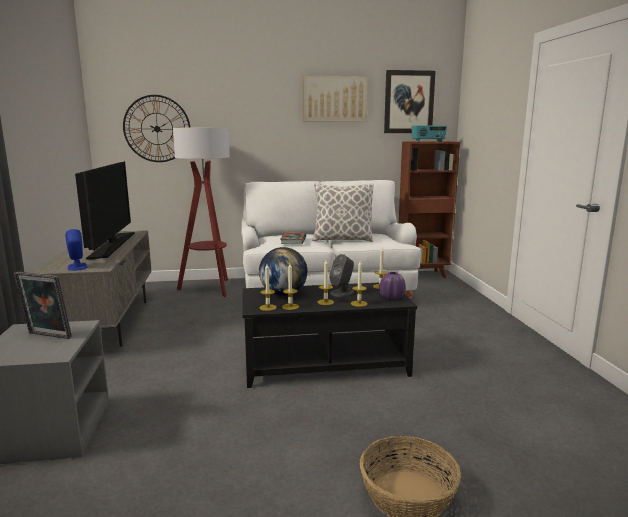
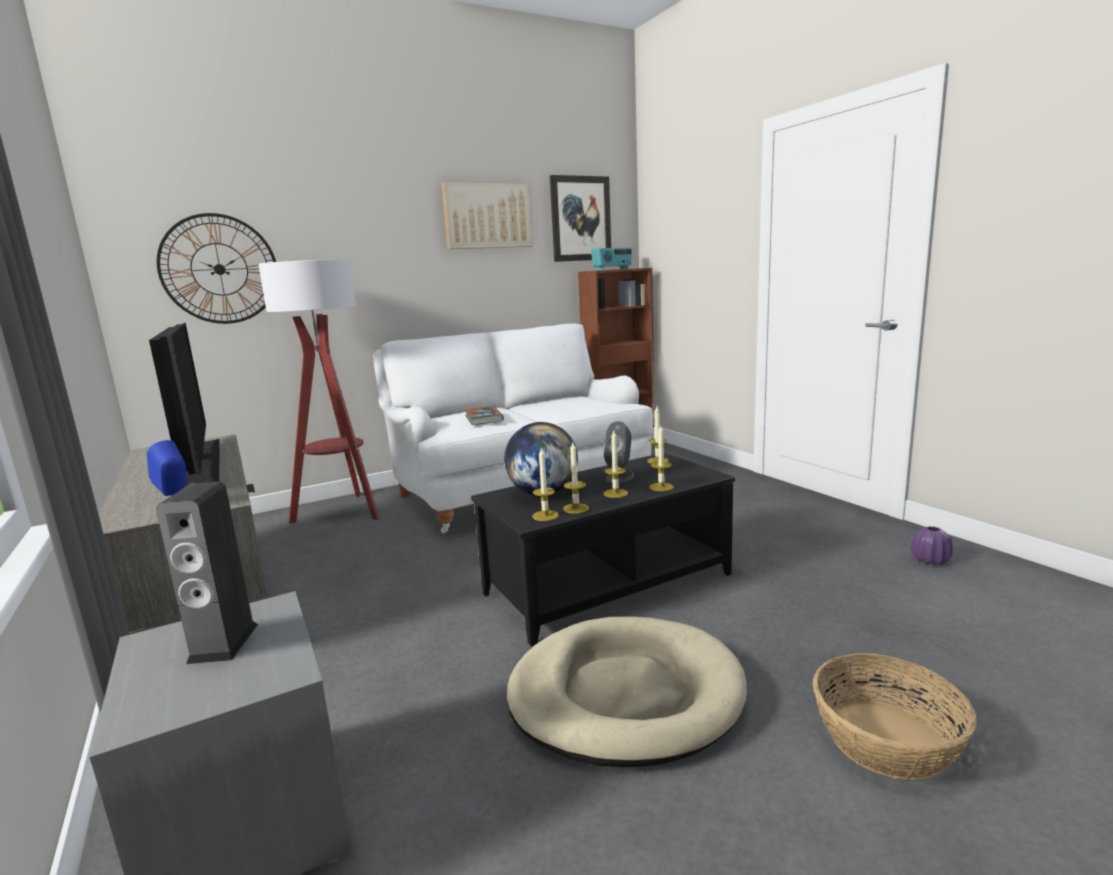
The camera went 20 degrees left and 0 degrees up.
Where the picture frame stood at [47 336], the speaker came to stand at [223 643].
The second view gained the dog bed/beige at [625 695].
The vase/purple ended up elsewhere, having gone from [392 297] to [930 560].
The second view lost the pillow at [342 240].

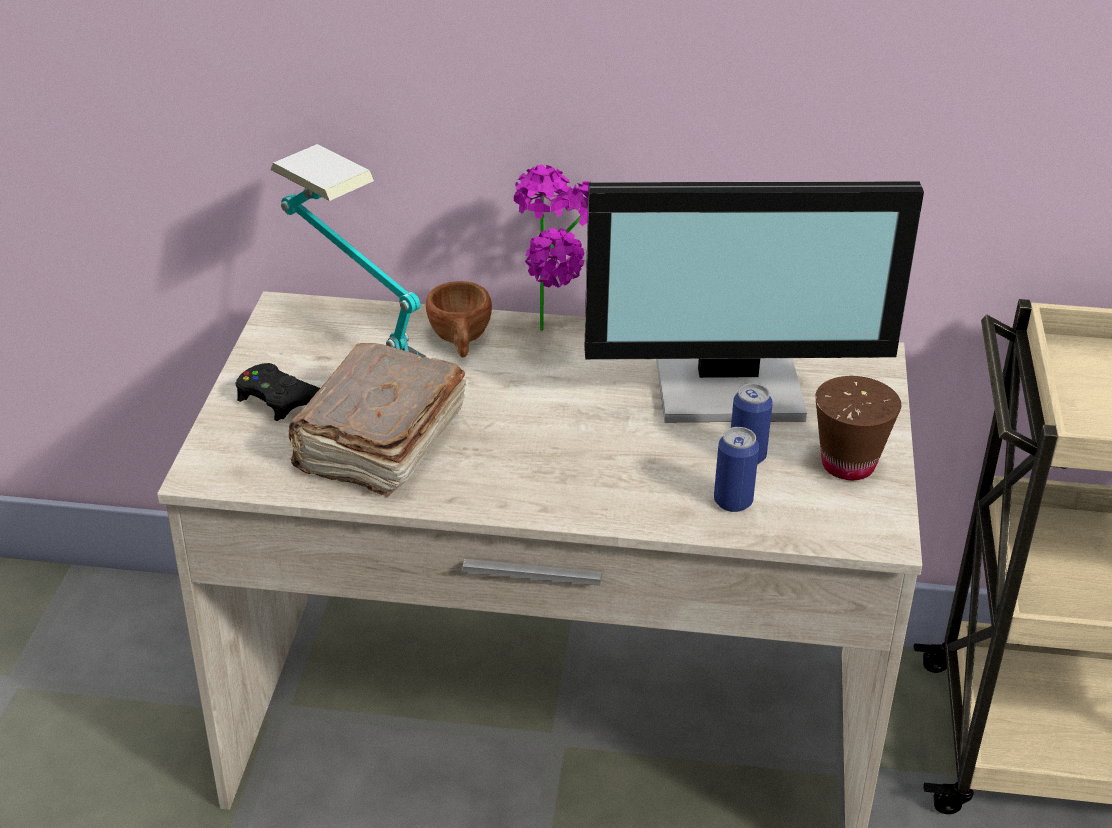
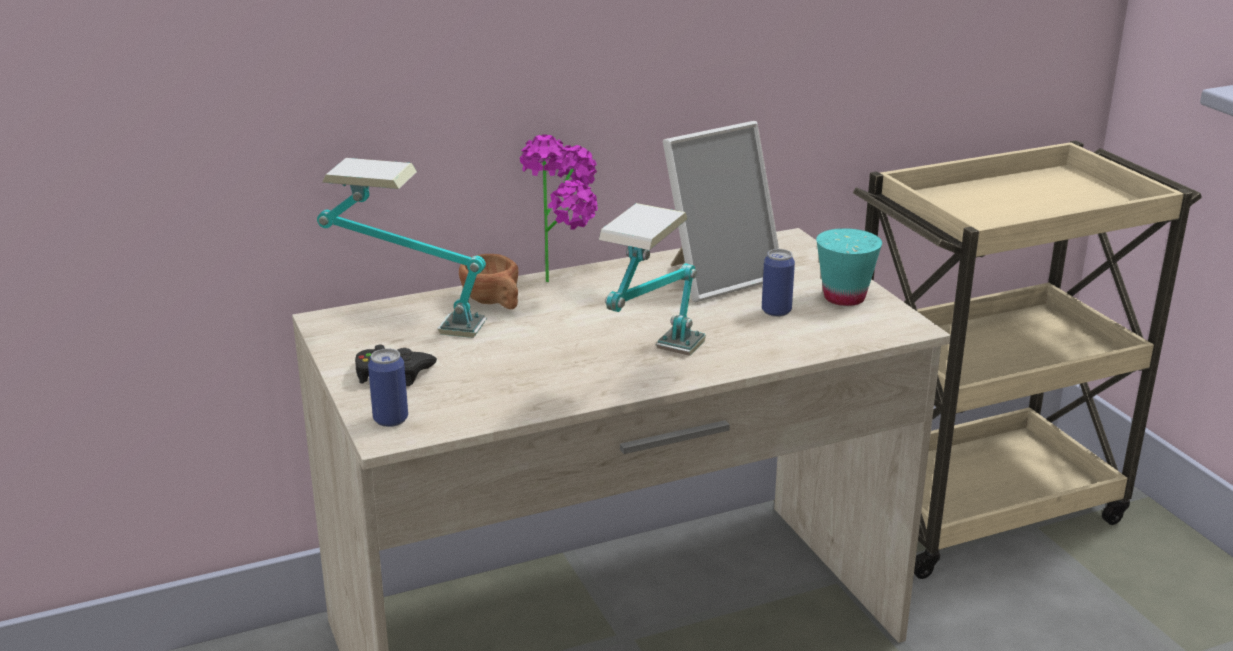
The camera went 30 degrees left and 10 degrees down.
The can ended up elsewhere, having gone from [733 501] to [390 419].
The second view gained the table lamp at [654 370].
Where the monitor stood at [731 385], the picture frame came to stand at [718 277].
What was the cup/brown at [848 465] turned into the cup/turquoise at [844 297].
The second view lost the book/brown at [378 444].

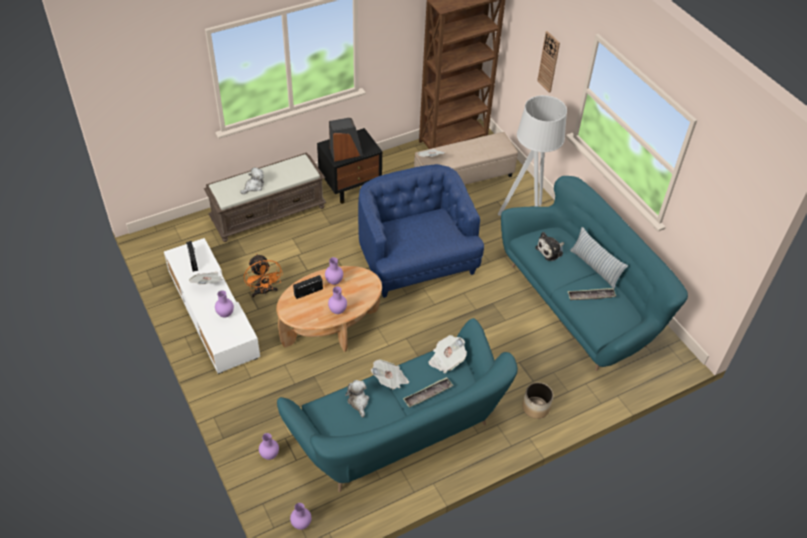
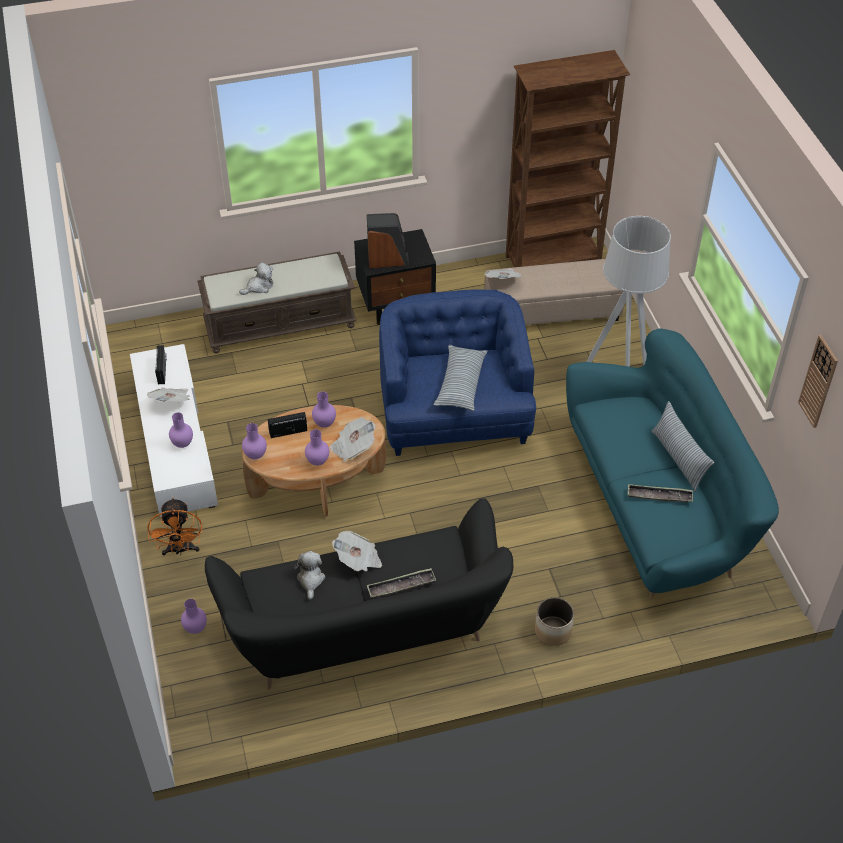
The camera went 15 degrees right and 0 degrees up.
The fan/orange ended up elsewhere, having gone from [264 292] to [180 550].
What was the sofa/turquoise at [400 433] turned into the sofa/black at [365 631].
The vase/purple ended up elsewhere, having gone from [302 524] to [256 455].
The newspaper ended up elsewhere, having gone from [446 360] to [353 447].
The second view gained the pillow at [460 384].
The wall clock ended up elsewhere, having gone from [549 62] to [818 381].
The second view lost the plush toy at [550 251].

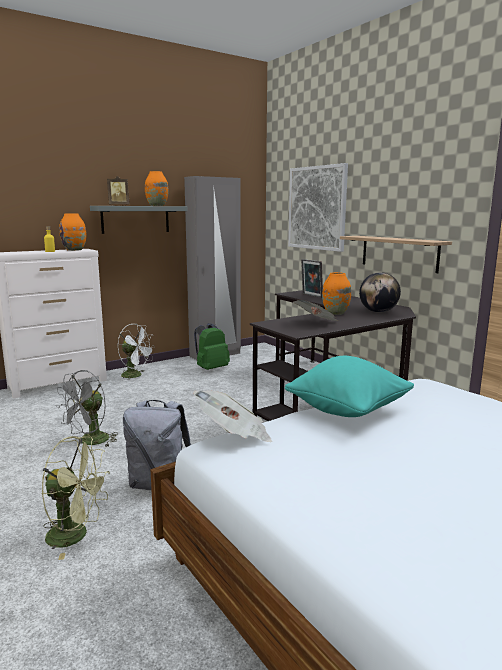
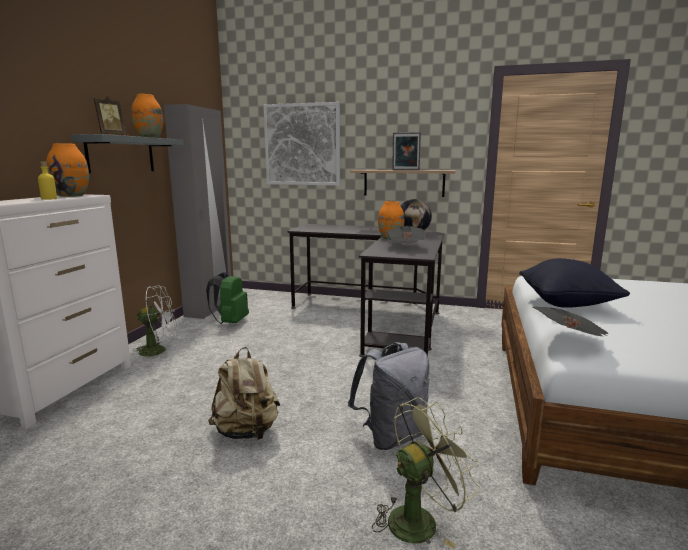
The camera went 40 degrees left and 0 degrees up.
Where the fan/grey stood at [90 442], the backpack/beige came to stand at [247 432].
The picture frame ended up elsewhere, having gone from [311 296] to [405 170].
What was the pillow/turquoise at [348 411] turned into the pillow/black at [566 304].

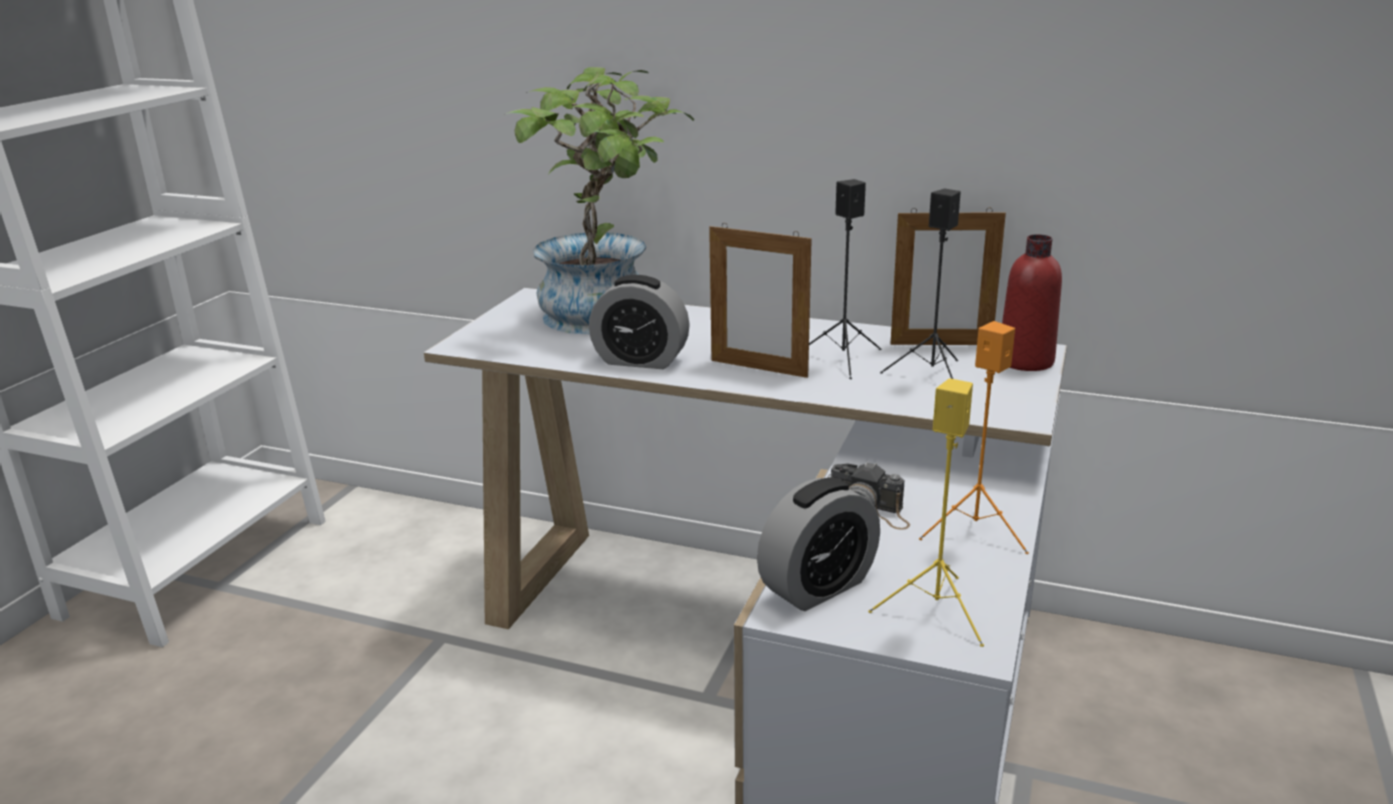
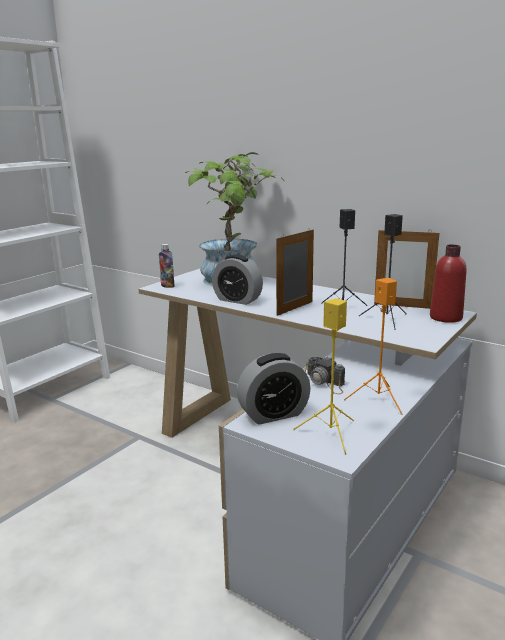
The camera went 15 degrees right and 5 degrees down.
The second view gained the bottle at [167 286].
The picture frame at [759 368] ended up facing another way, 90 degrees clockwise from before.

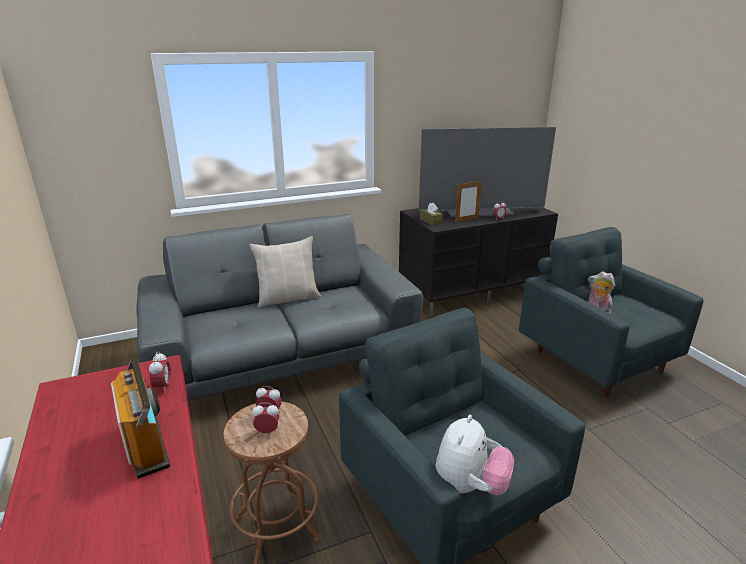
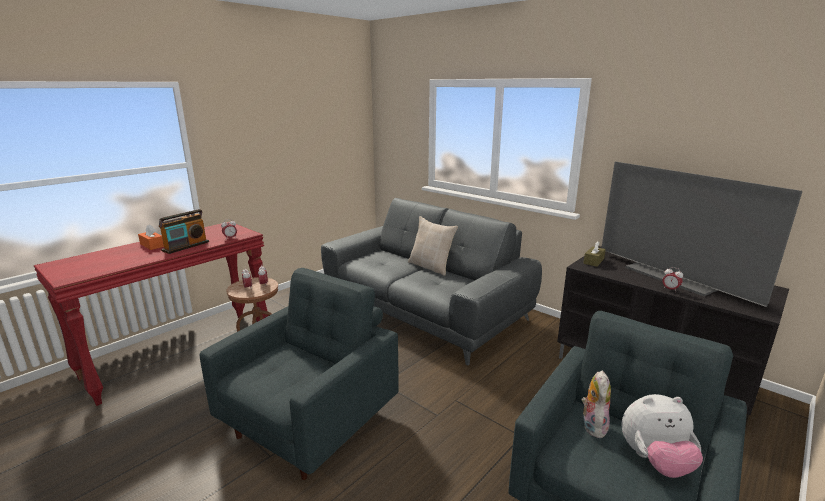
The camera went 65 degrees right and 5 degrees down.
The second view gained the tissue box/orange at [152 245].
The plush toy ended up elsewhere, having gone from [470 486] to [655 461].
The second view lost the picture frame at [466 220].

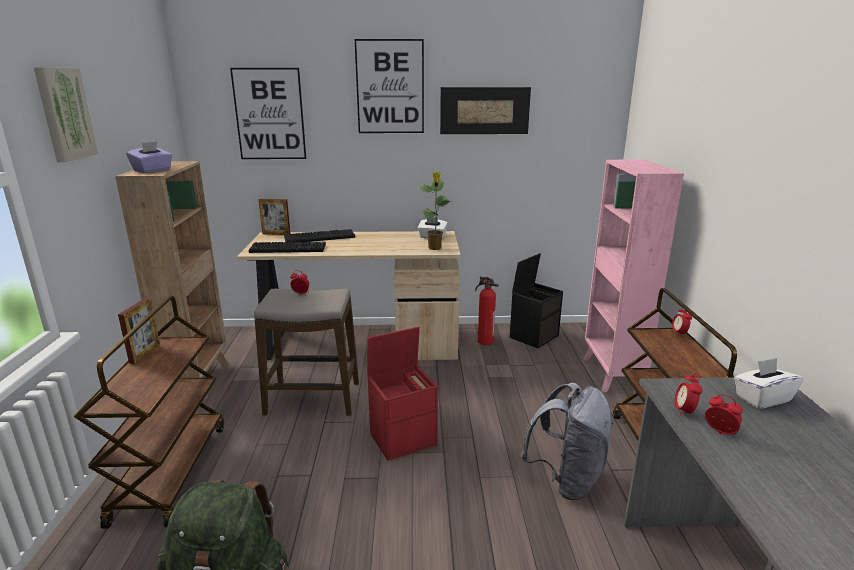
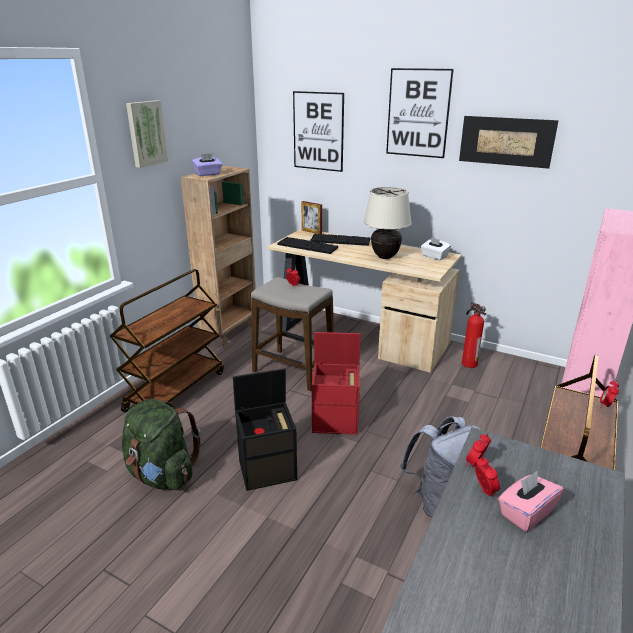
The camera went 30 degrees right and 5 degrees up.
The storage box/black ended up elsewhere, having gone from [534 336] to [268 469].
The second view gained the table lamp/beige at [385 257].
The second view gained the tissue box/pink at [526 512].
The second view lost the picture frame at [145 353].
The second view lost the potted plant at [435 248].
The second view lost the tissue box/white at [762 398].

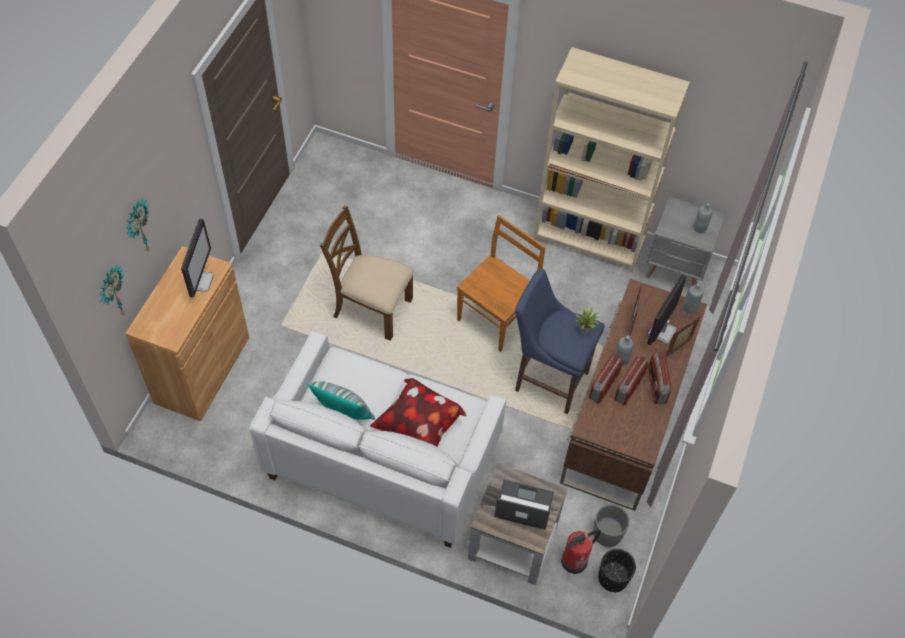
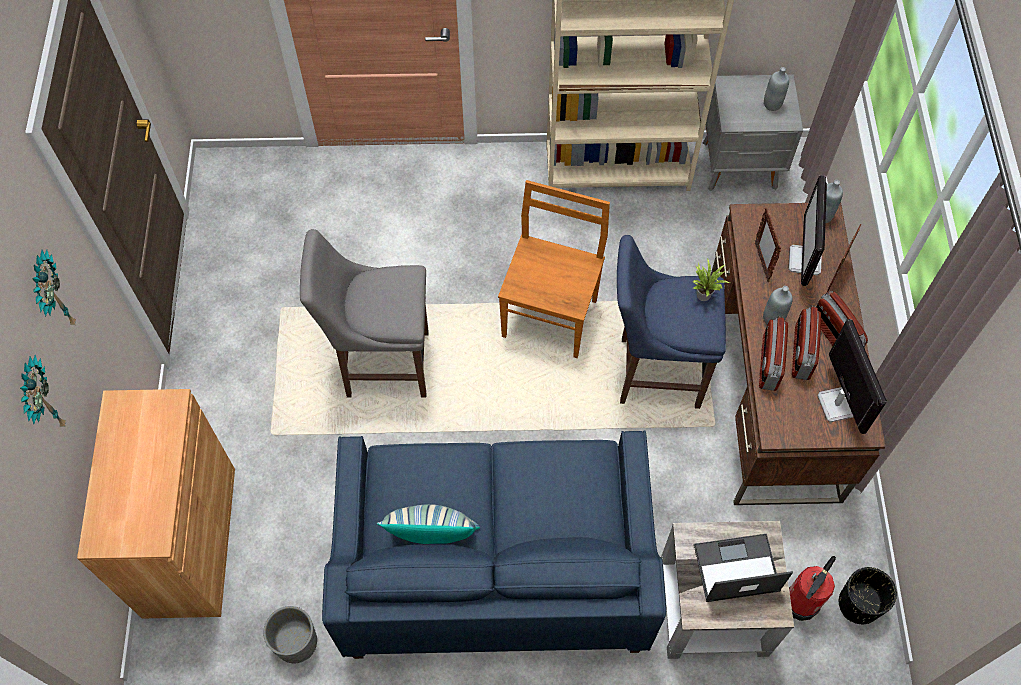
The camera went 20 degrees left and 5 degrees up.
The wall clock ended up elsewhere, having gone from [112 293] to [50 296].
The planter/grey ended up elsewhere, having gone from [607 533] to [296 642].
Where the chair/brown stood at [371 308], the stool/grey came to stand at [382 363].
What was the sofa/white at [383 459] turned into the sofa/blue at [495 567].
The monitor ended up elsewhere, having gone from [200 281] to [837 403].
The second view lost the pillow at [419 429].

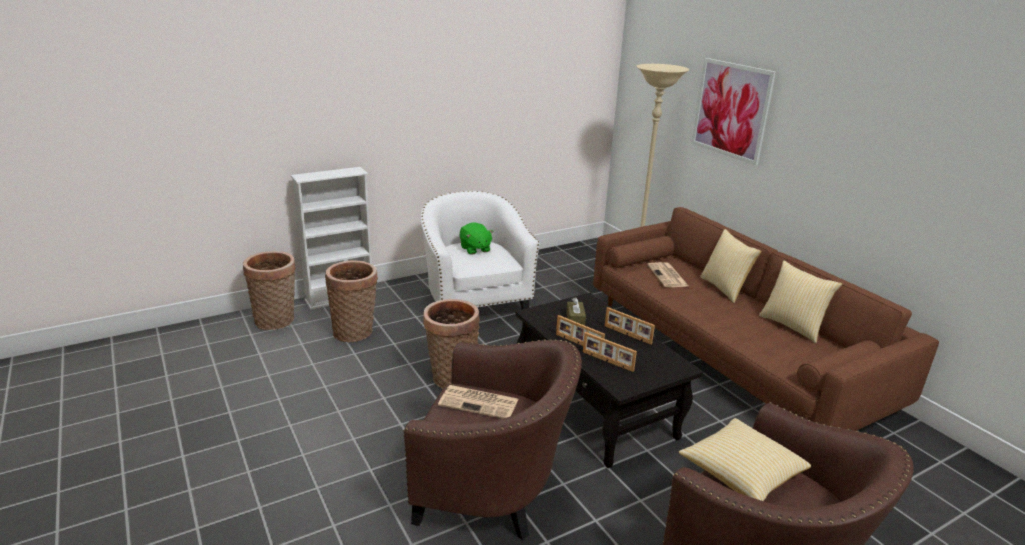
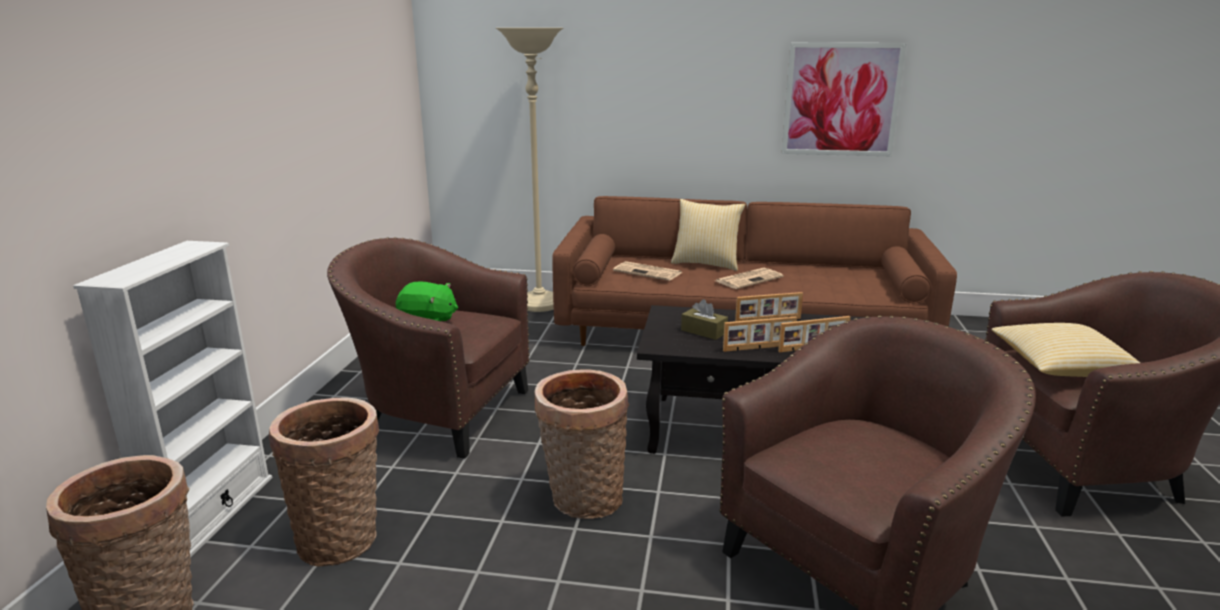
The camera went 50 degrees left and 5 degrees down.
What was the armchair/white at [474 304] turned into the armchair/brown at [439 412].
The newspaper ended up elsewhere, having gone from [480 402] to [749 279].
The picture ended up elsewhere, having gone from [731 110] to [841 100].
The second view lost the pillow at [792 326].

